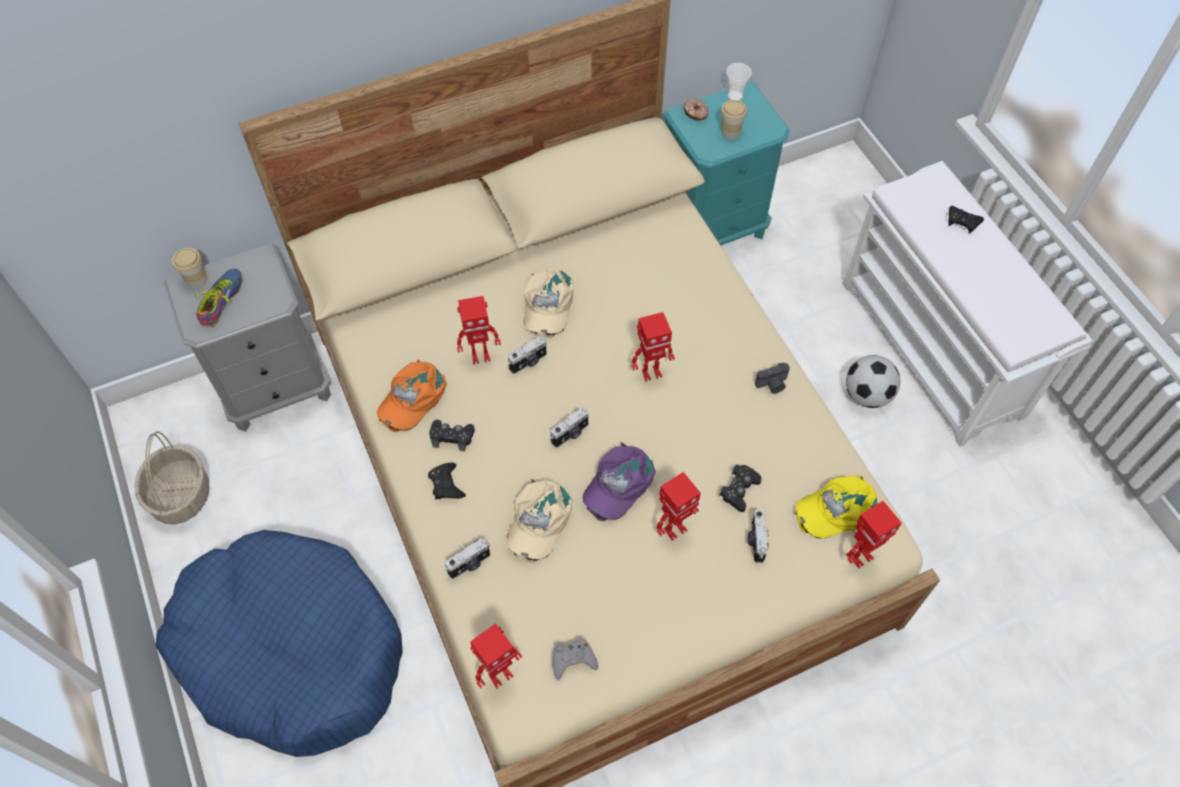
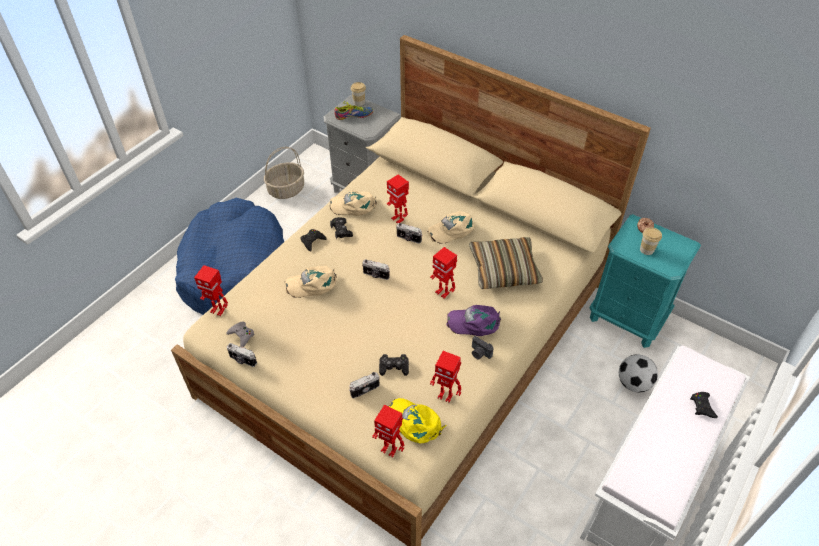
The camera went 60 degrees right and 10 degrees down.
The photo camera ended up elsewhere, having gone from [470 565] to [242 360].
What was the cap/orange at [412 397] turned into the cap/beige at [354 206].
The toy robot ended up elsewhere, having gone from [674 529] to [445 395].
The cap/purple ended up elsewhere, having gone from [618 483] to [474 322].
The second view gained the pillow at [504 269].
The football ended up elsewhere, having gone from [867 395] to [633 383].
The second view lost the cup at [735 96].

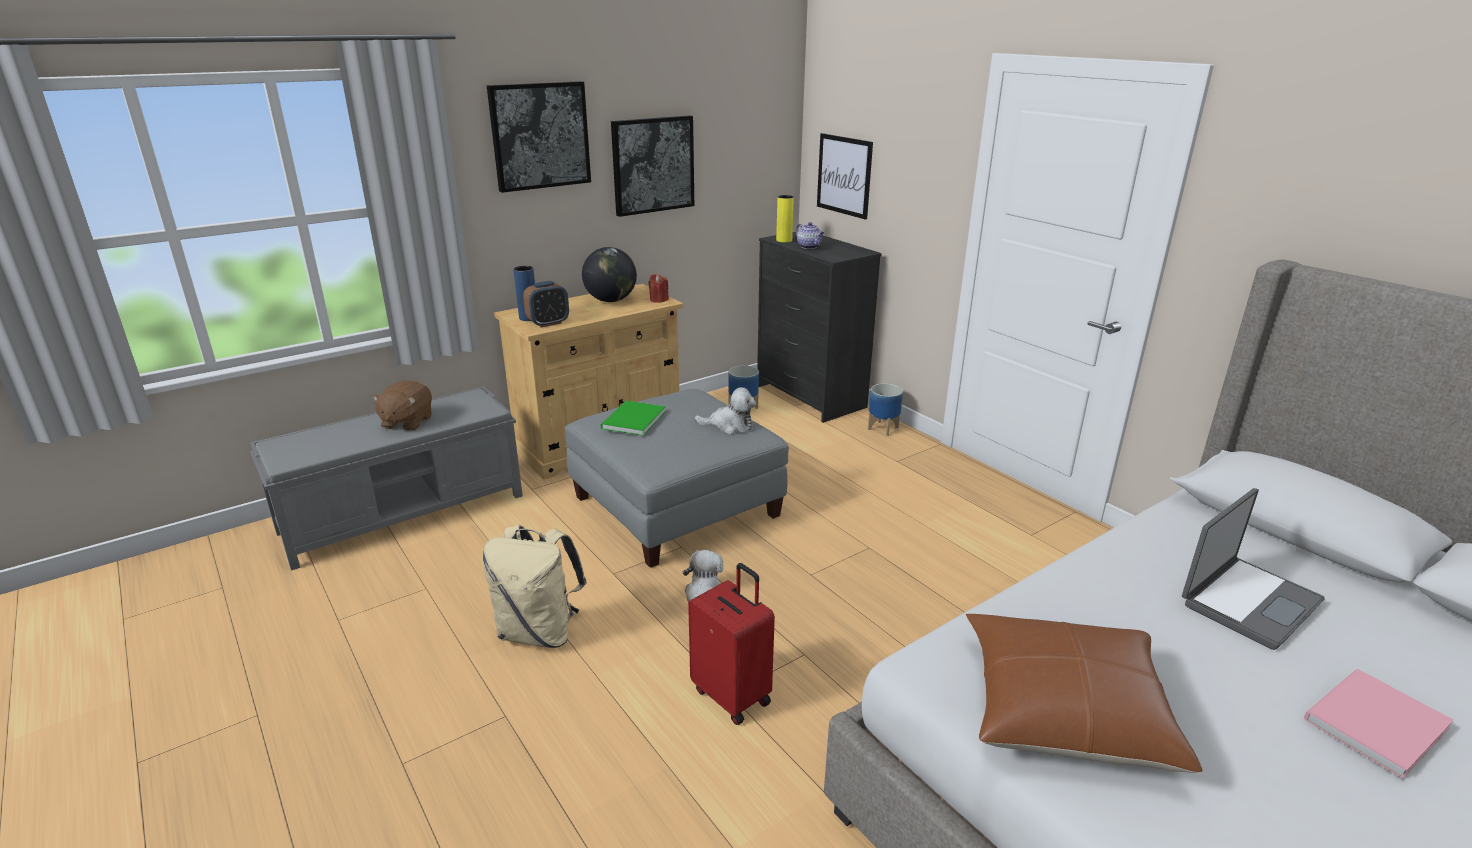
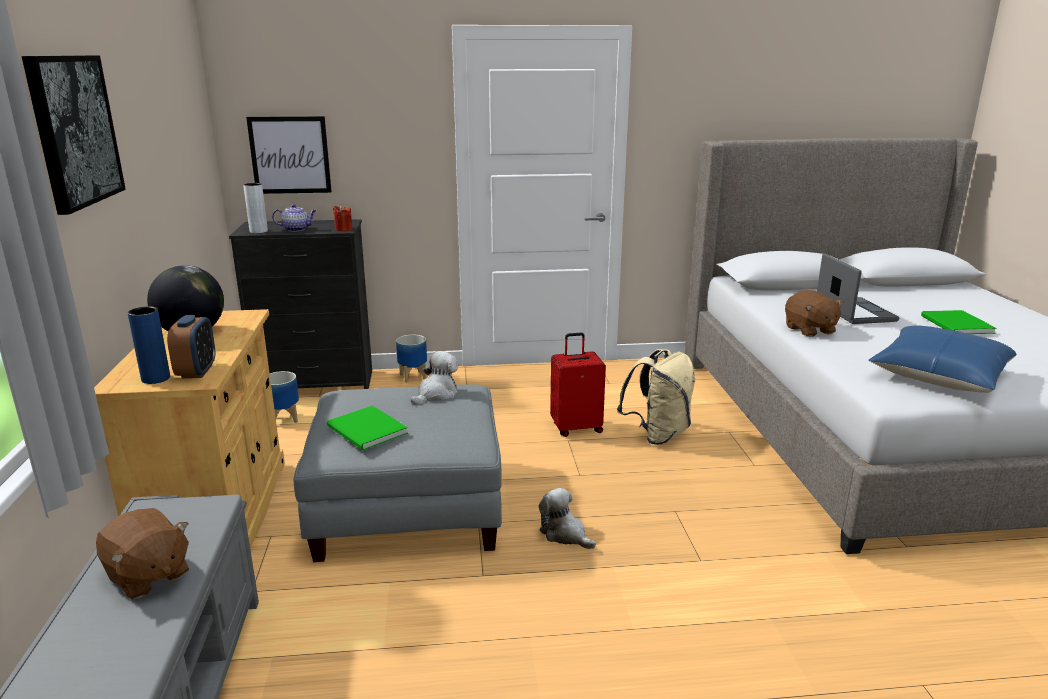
The camera went 60 degrees left and 5 degrees down.
What was the vase/yellow at [784 240] turned into the vase/grey at [258 231].
The candle/red ended up elsewhere, having gone from [658 299] to [343 229].
The suitcase/red ended up elsewhere, having gone from [733 695] to [576 428].
The backpack/beige ended up elsewhere, having gone from [540 632] to [658 434].
The second view gained the plush toy/brown at [809 330].
What was the pillow/brown at [1065 709] turned into the pillow/blue at [939 375].
What was the book/pink at [1370 723] turned into the book/green at [956 325].
The second view lost the picture at [652 165].

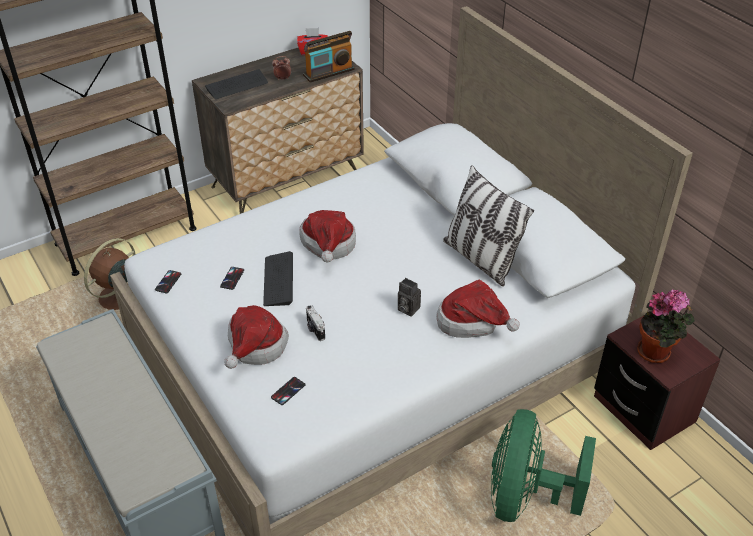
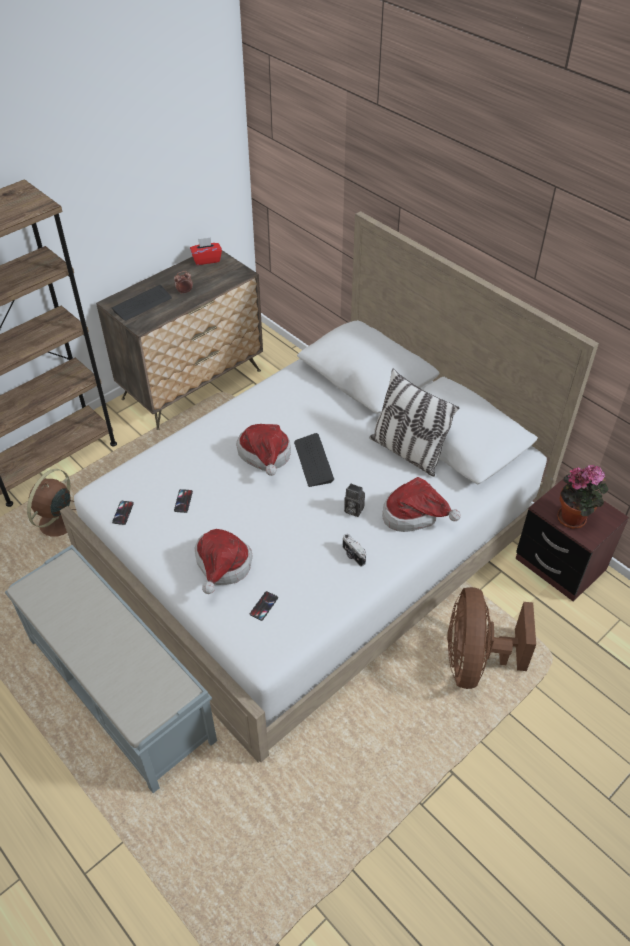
The camera went 10 degrees left and 5 degrees up.
The keyboard ended up elsewhere, having gone from [278 280] to [313 461].
The photo camera ended up elsewhere, having gone from [314 330] to [353 556].
What was the fan/green at [525 496] turned into the fan/brown at [475 661].
The second view lost the radio at [329 72].

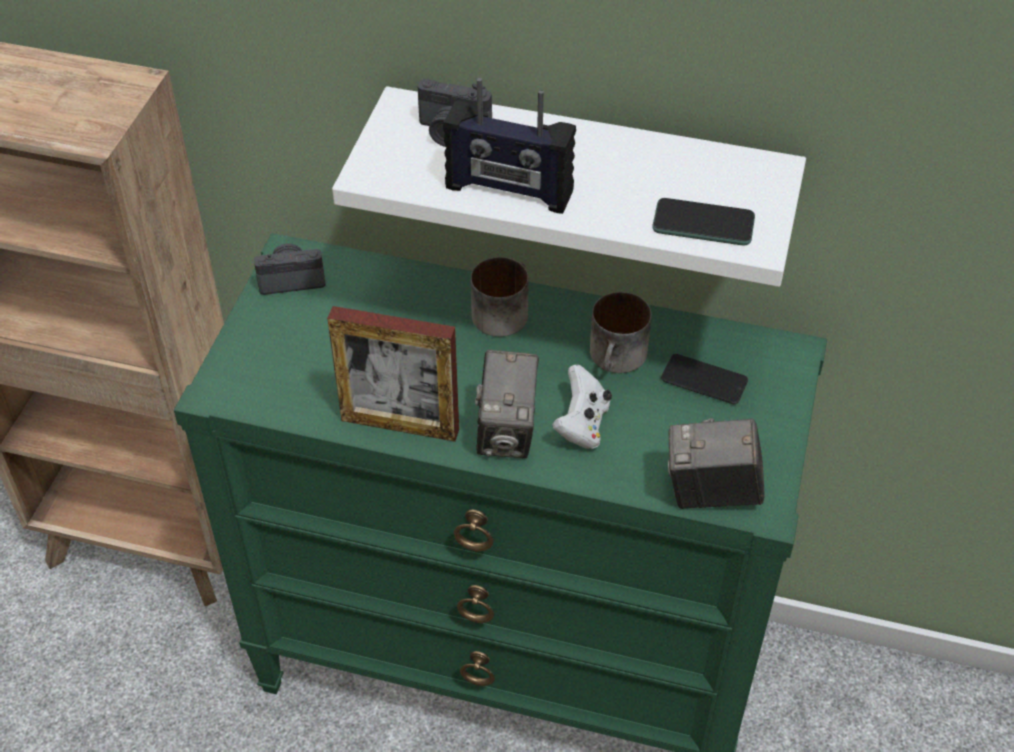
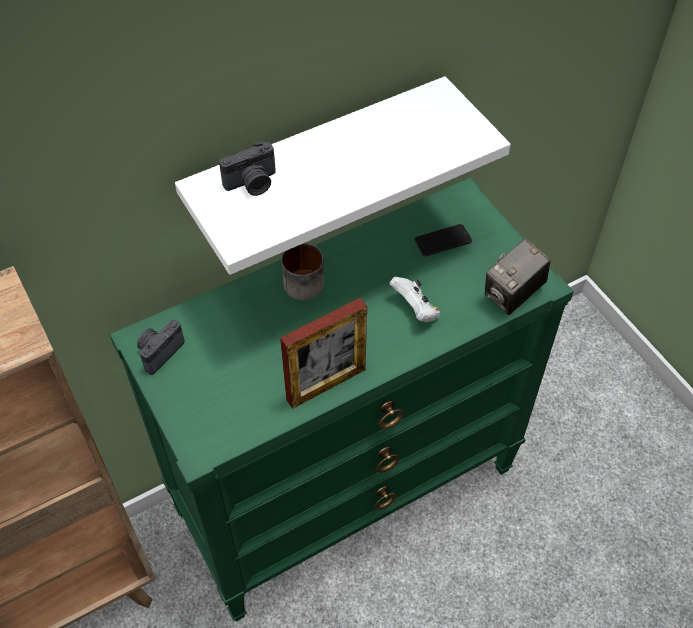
The camera went 45 degrees left and 5 degrees up.
The second view lost the radio at [508 191].
The second view lost the photo camera at [507 432].
The second view lost the mug at [618 358].
The second view lost the phone at [703 224].

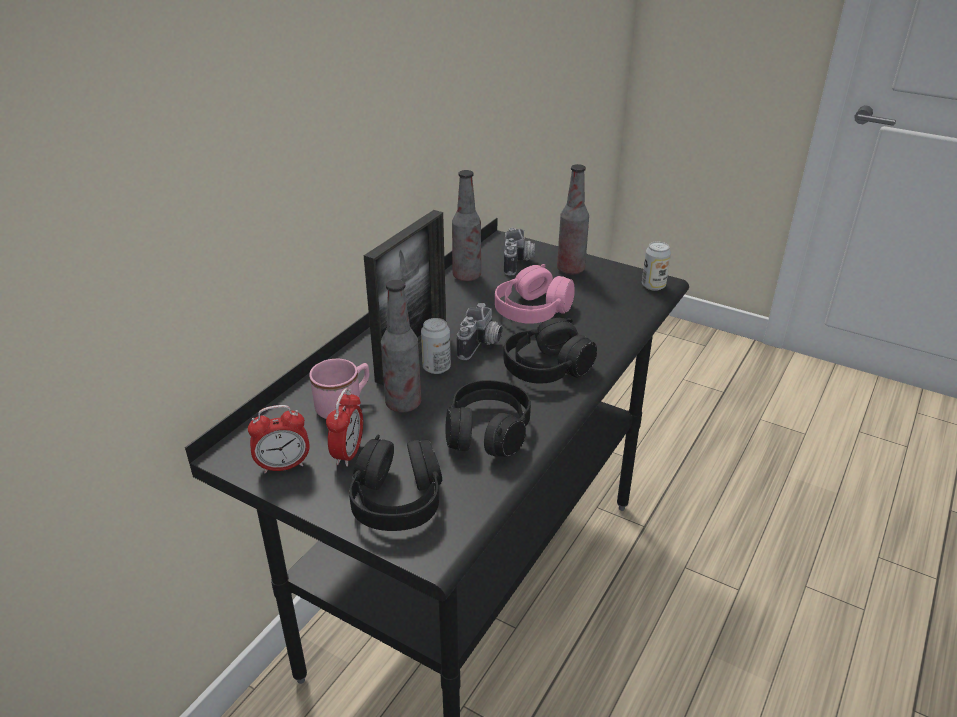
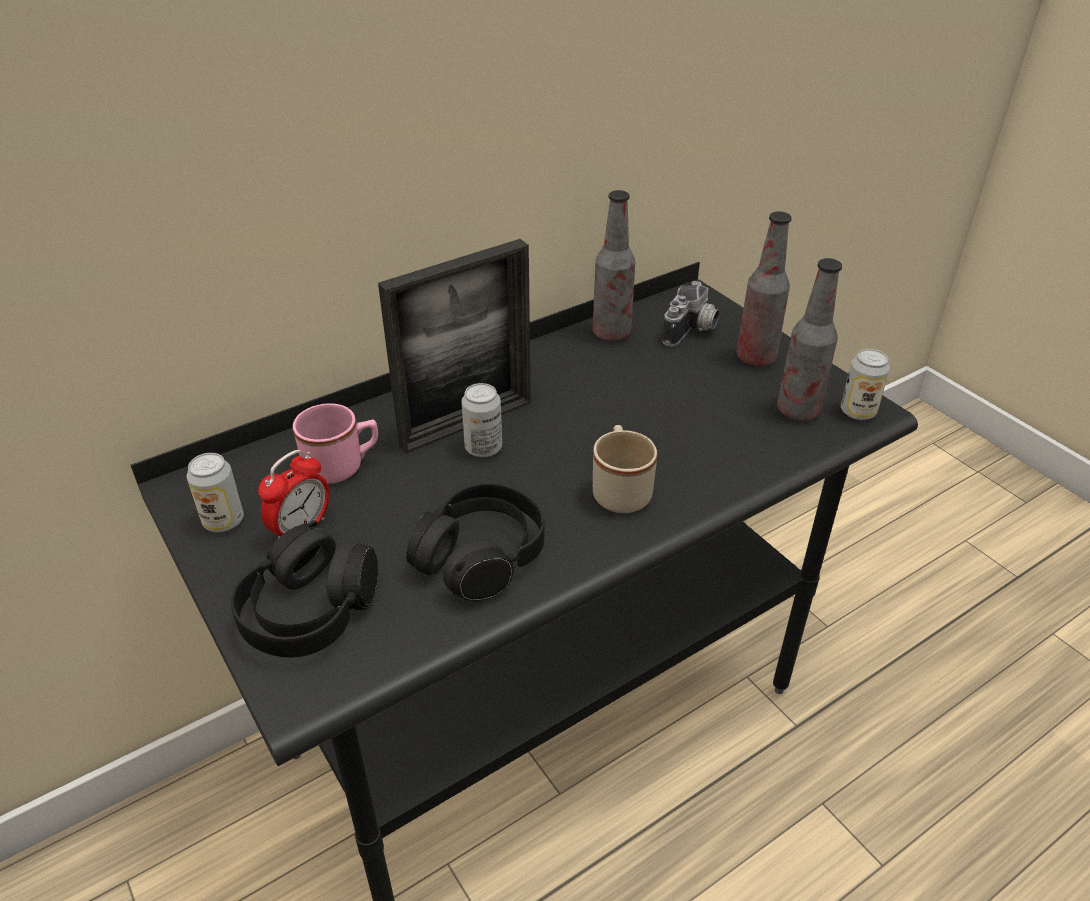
The camera went 25 degrees right and 5 degrees up.
Where the alarm clock stood at [283 466], the can came to stand at [223 521].
Where the headphones/black stood at [546 367], the mug/beige came to stand at [620 489].
The bottle ended up elsewhere, having gone from [403 404] to [798 411].
The second view lost the photo camera at [481 345].
The second view lost the headphones/pink at [532 310].

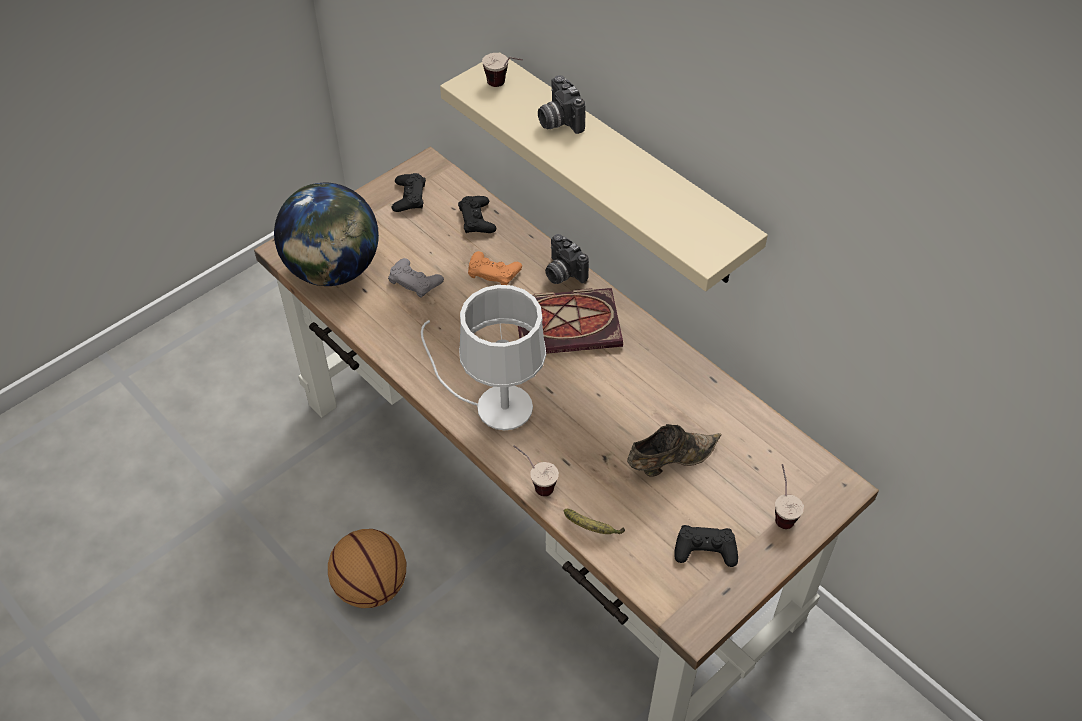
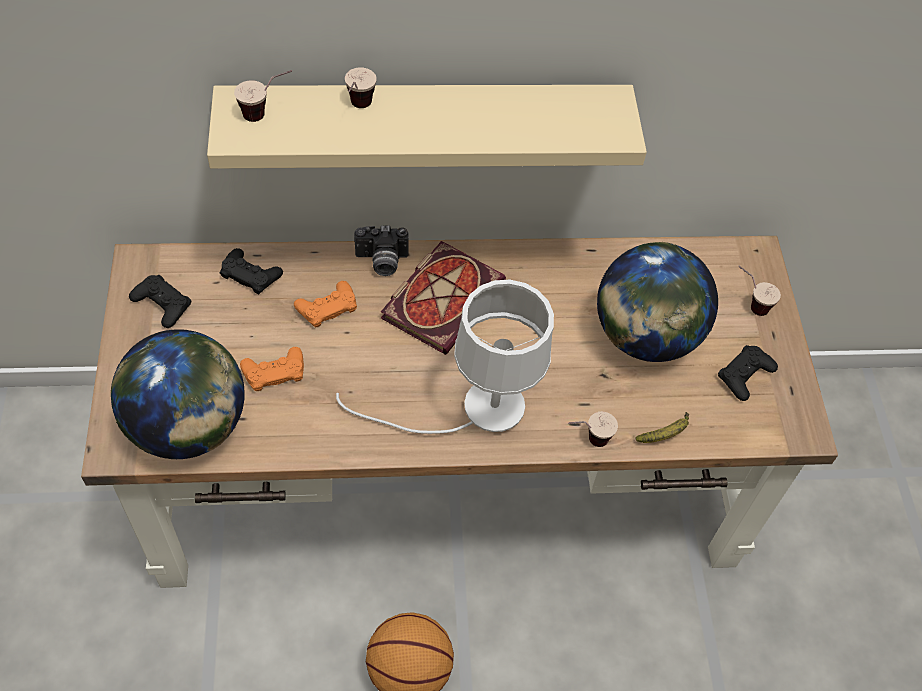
The camera went 55 degrees left and 5 degrees up.
What was the game controller/grey at [415 281] turned into the game controller/orange at [274 372].
Where the photo camera stood at [558 121], the cup came to stand at [358 110].
Where the shoe/brown stood at [669 461], the globe came to stand at [645 336].

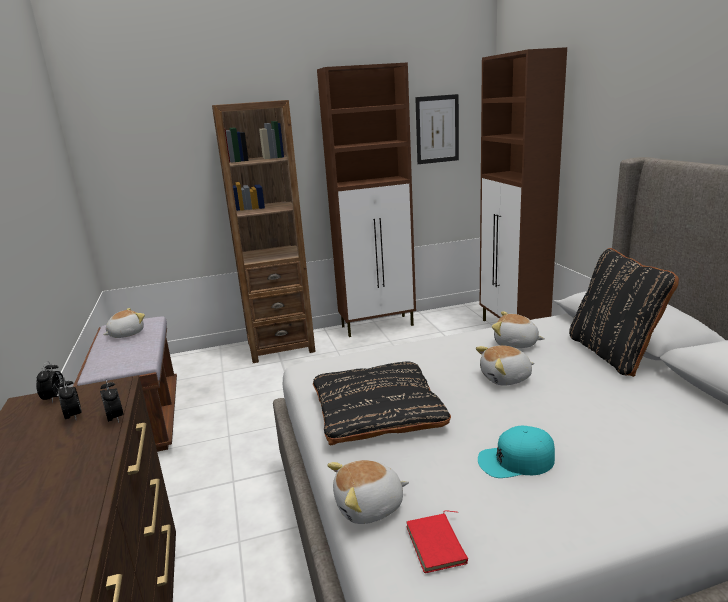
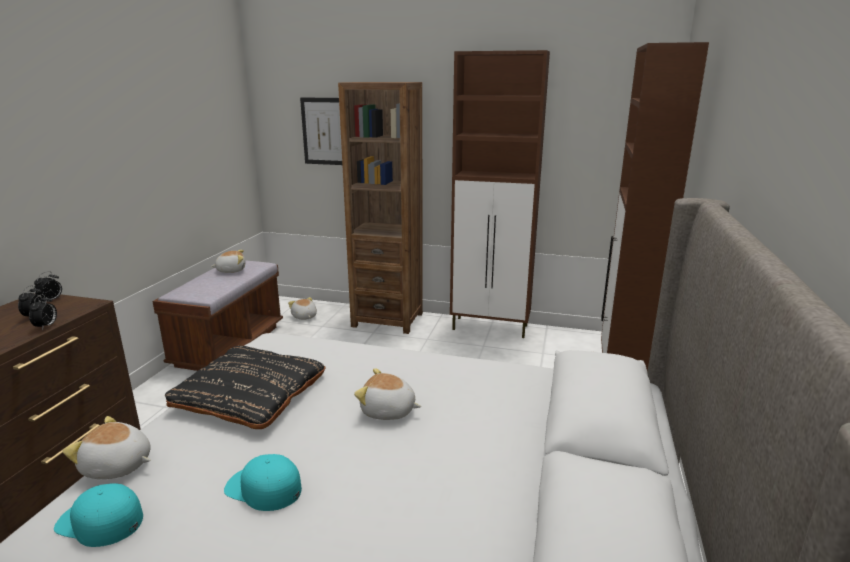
The camera went 30 degrees right and 0 degrees up.
Where the book/red stood at [438 545], the cap/turquoise came to stand at [100 521].
The plush toy ended up elsewhere, having gone from [515 344] to [304 317].
The picture ended up elsewhere, having gone from [437 129] to [324 131].
The second view lost the pillow/black at [613 353].

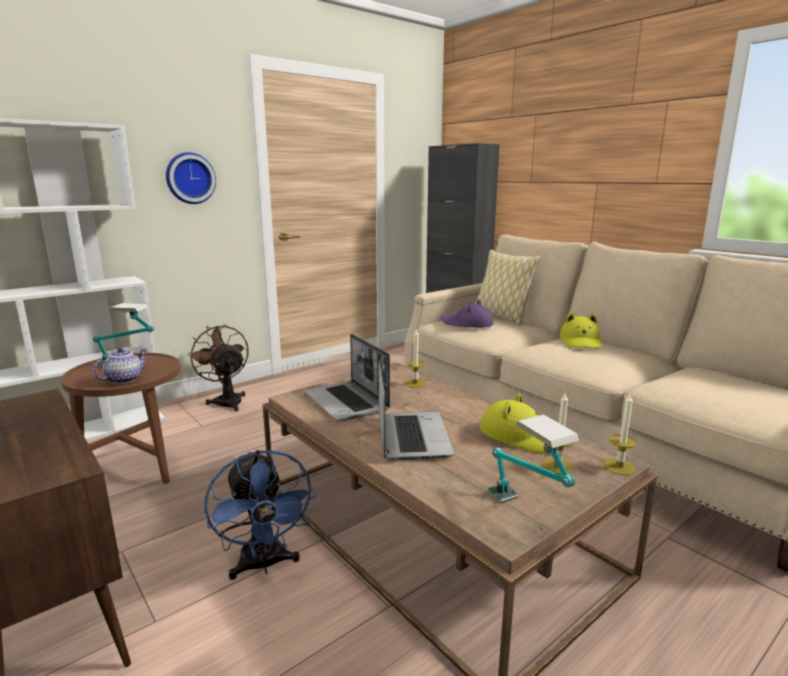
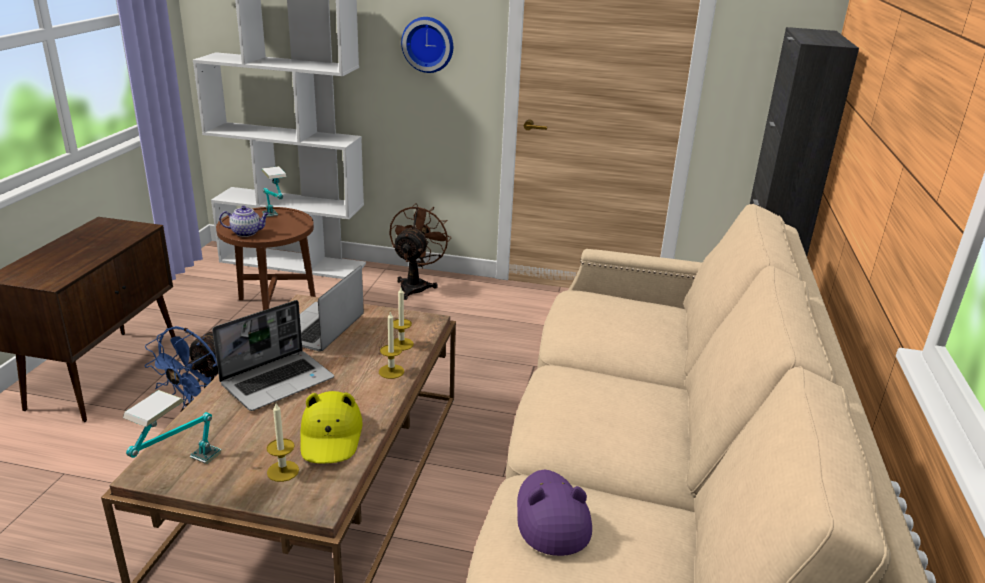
The camera went 50 degrees right and 10 degrees up.
The candle ended up elsewhere, having gone from [619 467] to [391 371].
The hat/purple ended up elsewhere, having gone from [467 324] to [551 517].
The second view lost the pillow at [501 317].
The second view lost the hat/yellow at [581 342].

